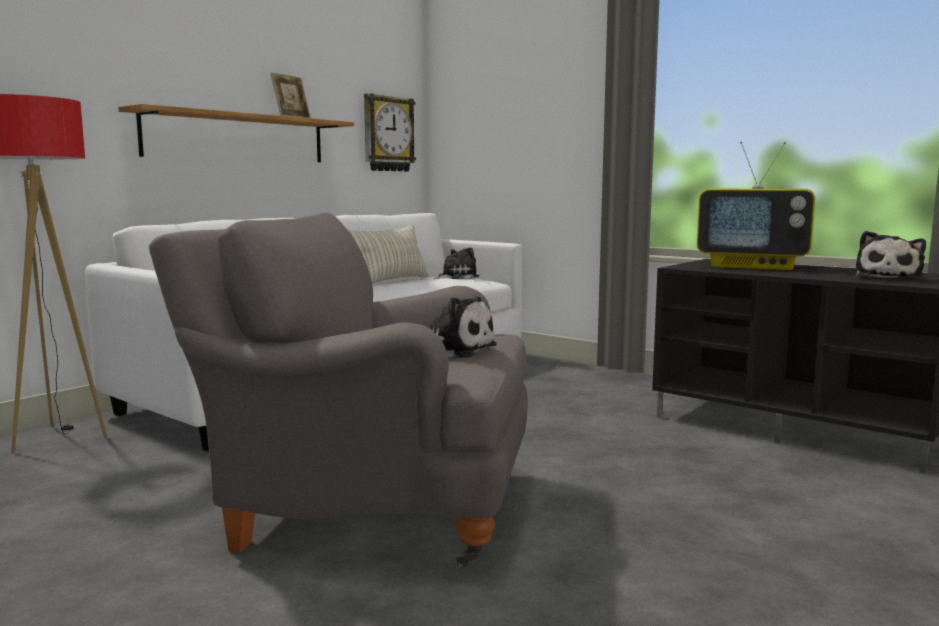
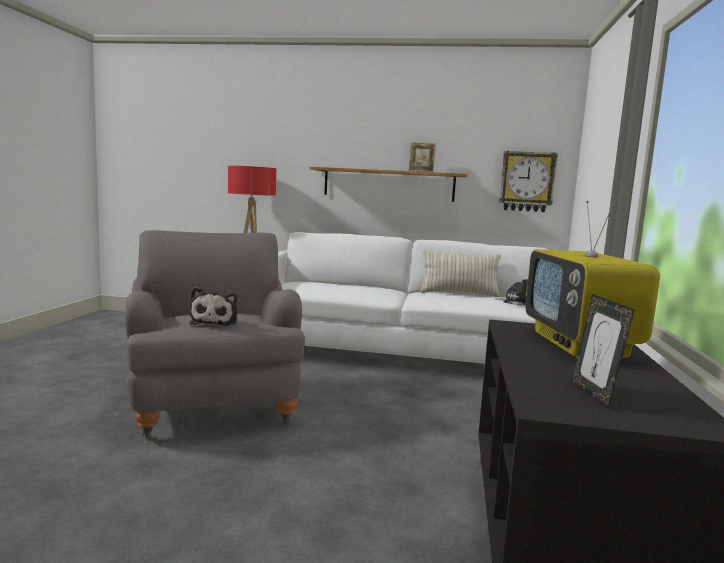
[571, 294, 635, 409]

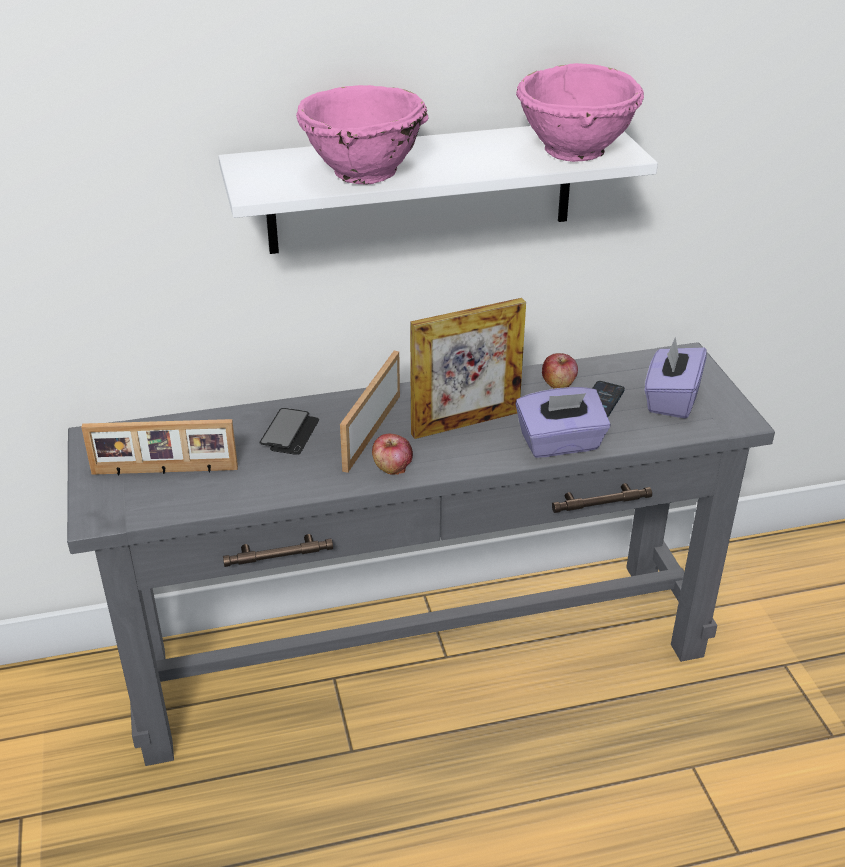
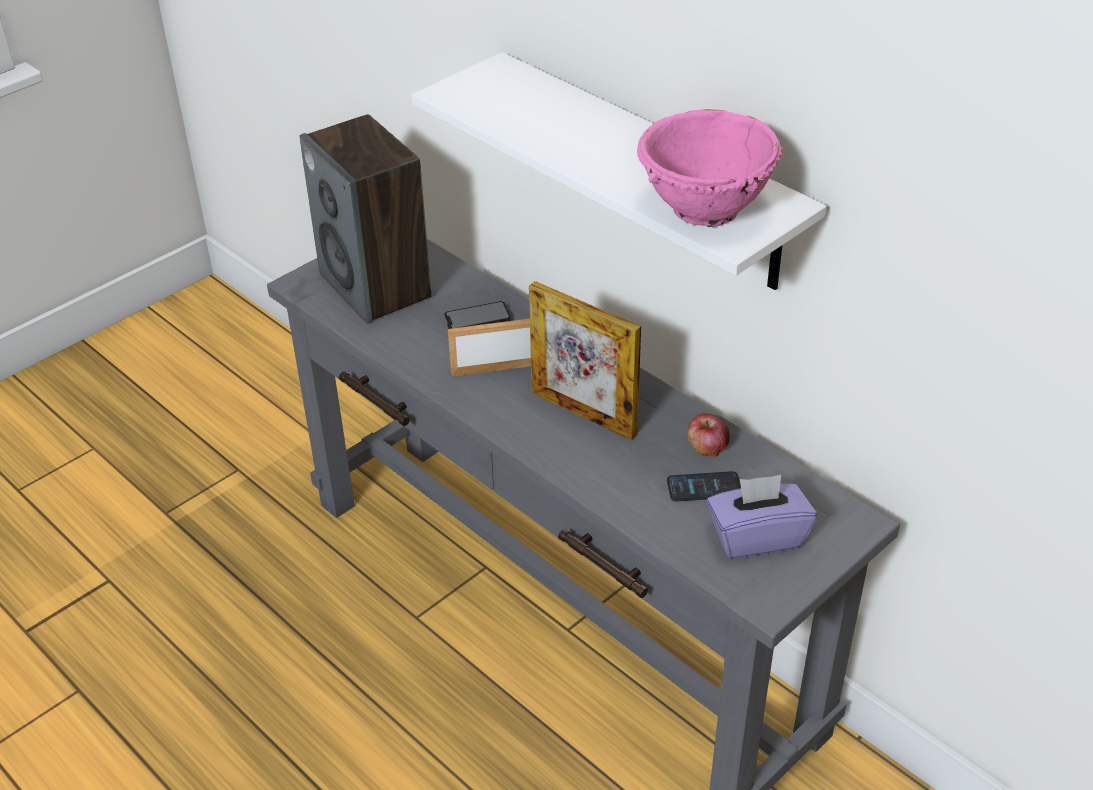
[299, 114, 431, 324]
[296, 85, 429, 184] (first image)
[372, 434, 413, 475] (first image)
[516, 387, 610, 458] (first image)

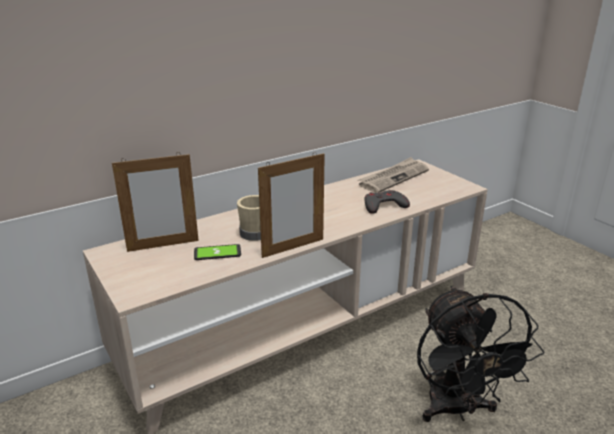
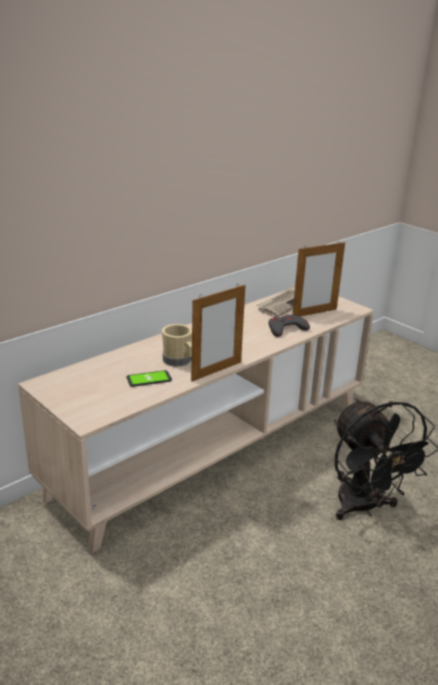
[292, 241, 345, 317]

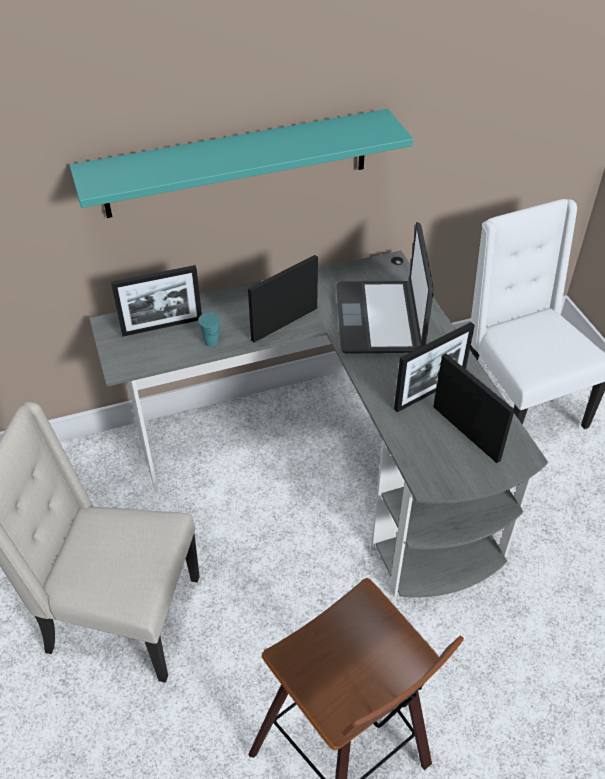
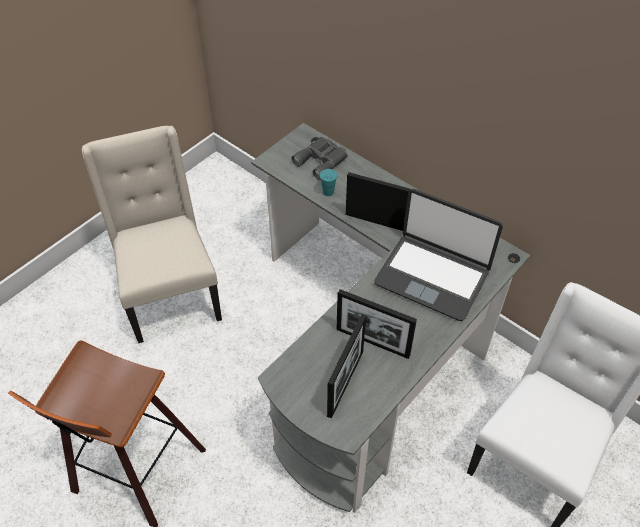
[69, 109, 413, 218] (first image)
[292, 137, 348, 180]
[374, 189, 503, 321]

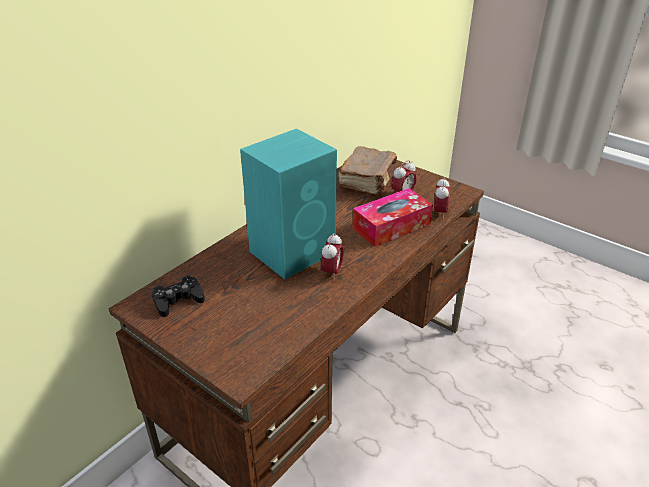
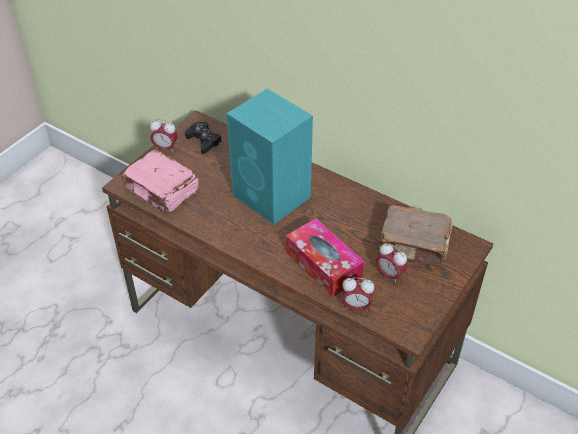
[150, 119, 178, 151]
[121, 150, 199, 215]

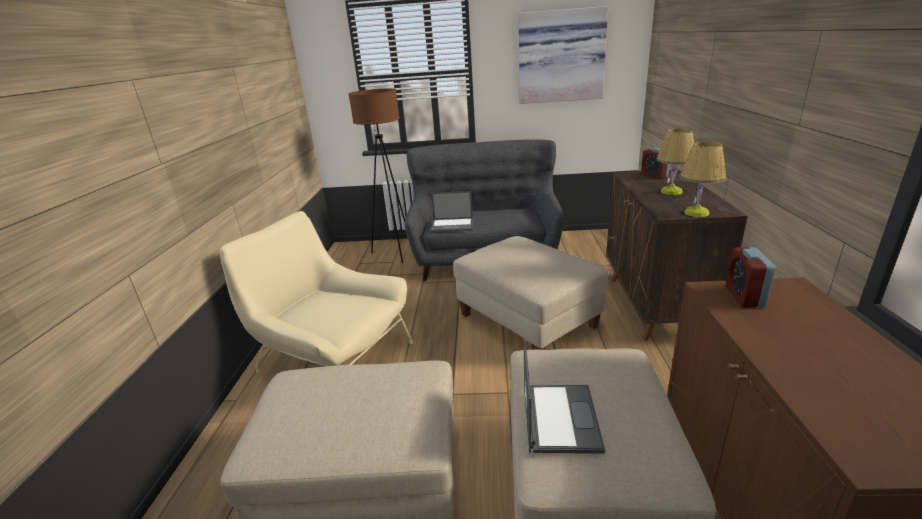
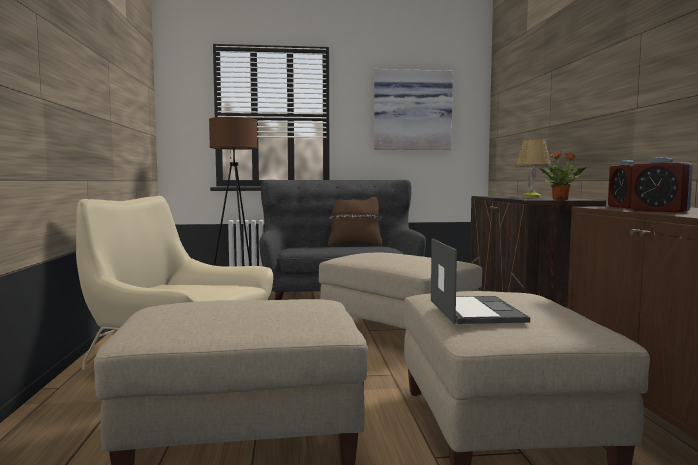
[430, 191, 473, 232] (first image)
[630, 157, 693, 212]
[539, 151, 587, 200]
[327, 197, 382, 246]

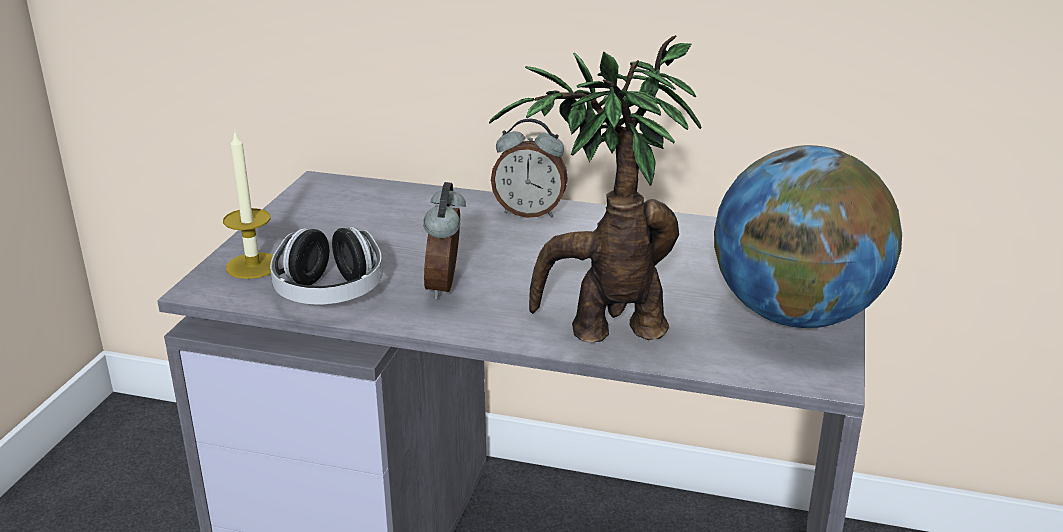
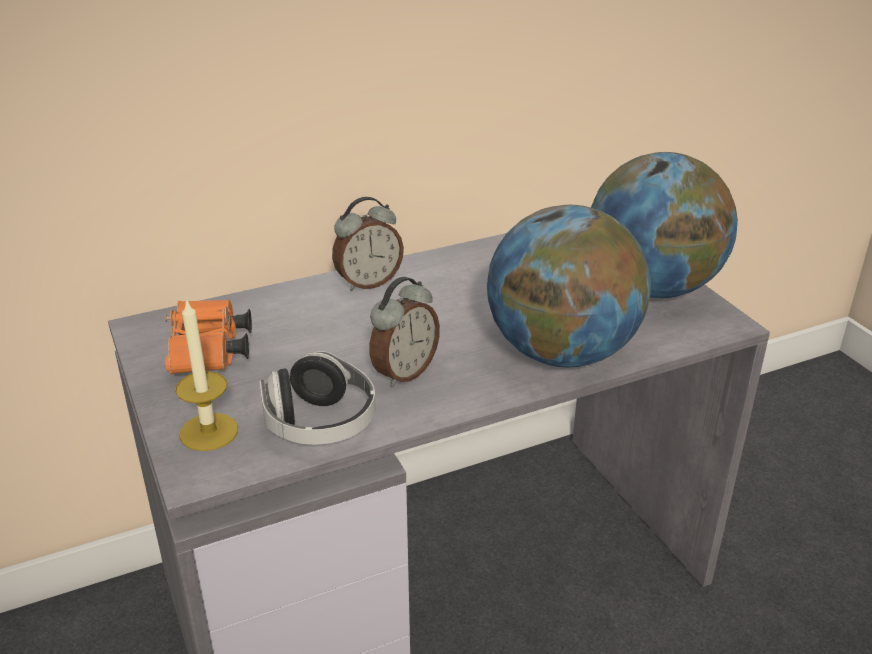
[370, 277, 440, 387]
[487, 205, 651, 367]
[165, 300, 252, 374]

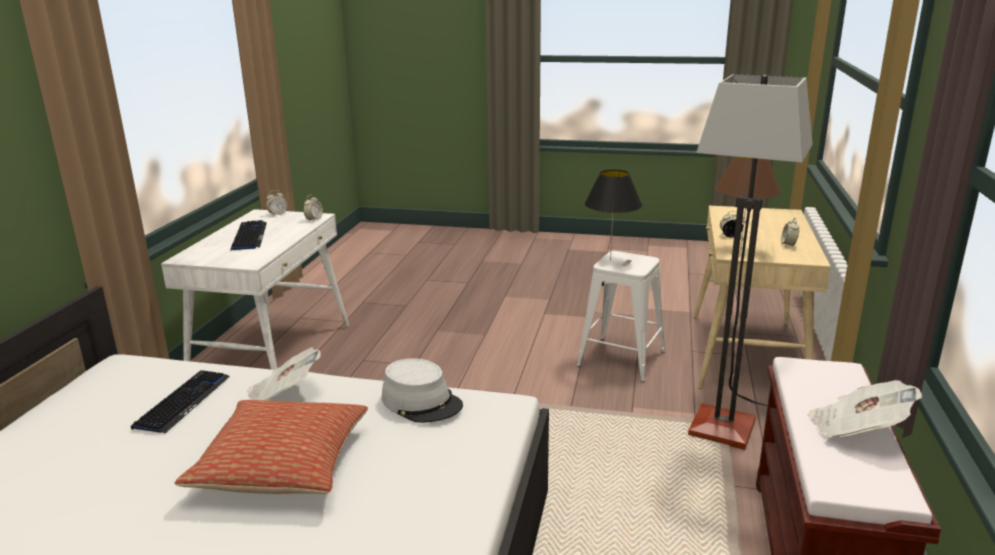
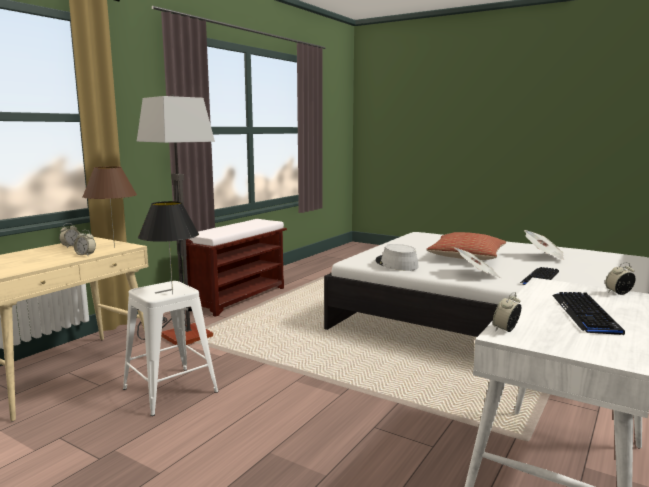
[605, 262, 636, 295]
[524, 230, 564, 260]

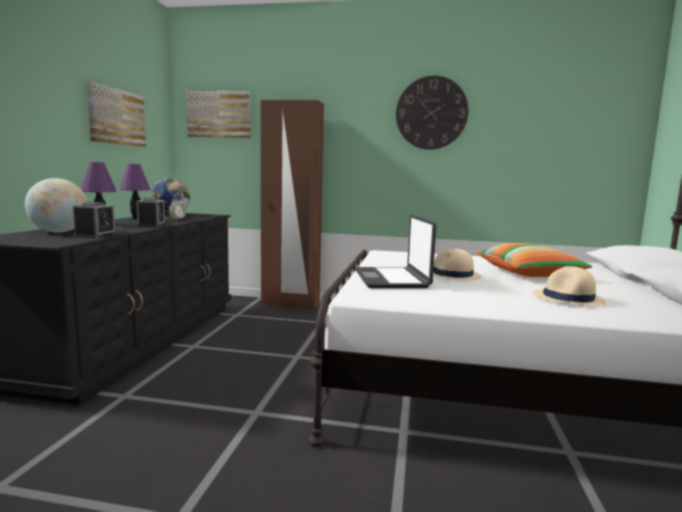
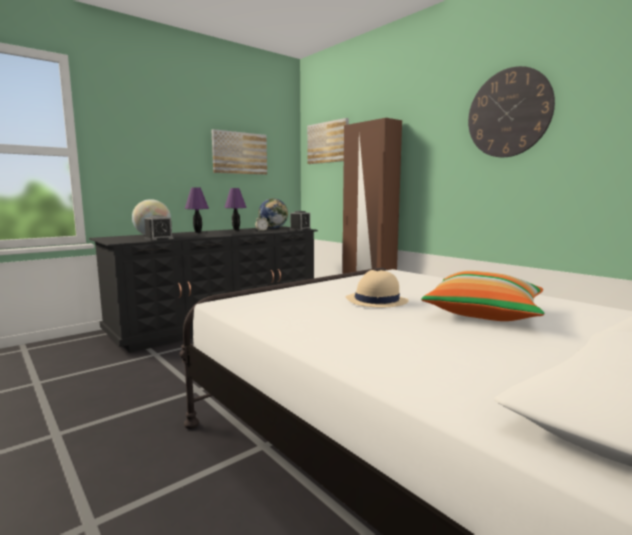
[290, 211, 311, 231]
[355, 215, 436, 288] (first image)
[533, 266, 606, 306] (first image)

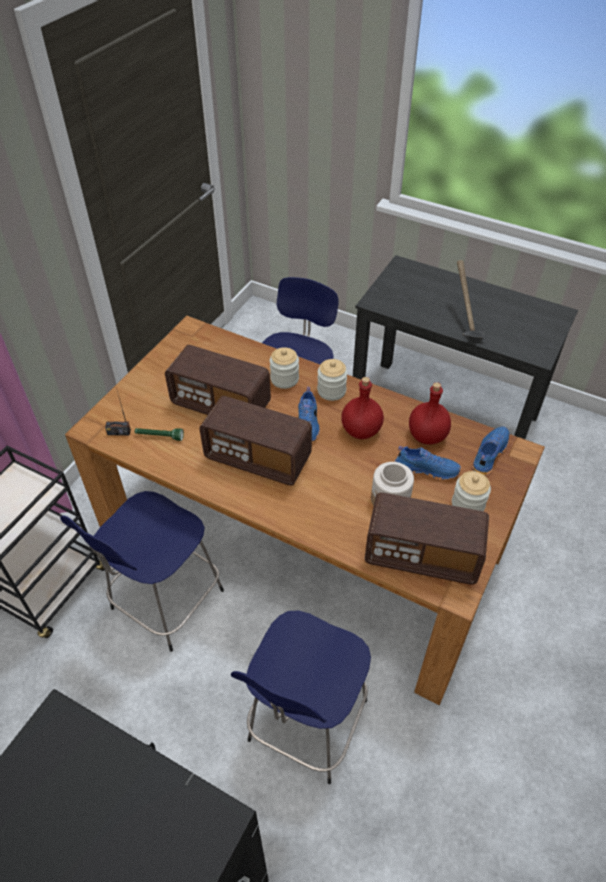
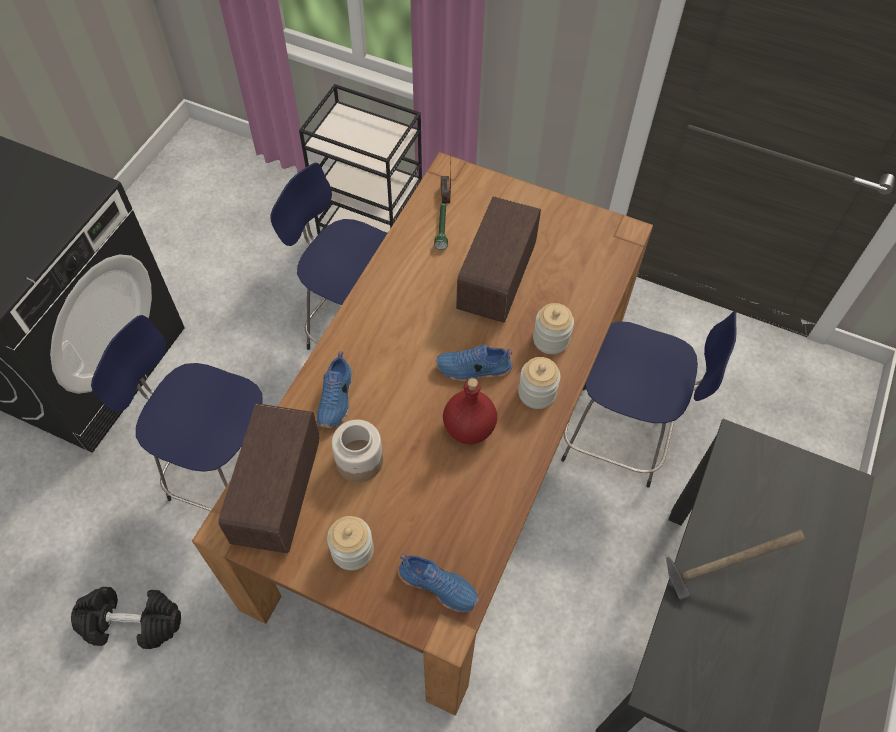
[199, 396, 312, 486] (first image)
[317, 351, 352, 428]
[409, 382, 451, 444] (first image)
[71, 587, 181, 649]

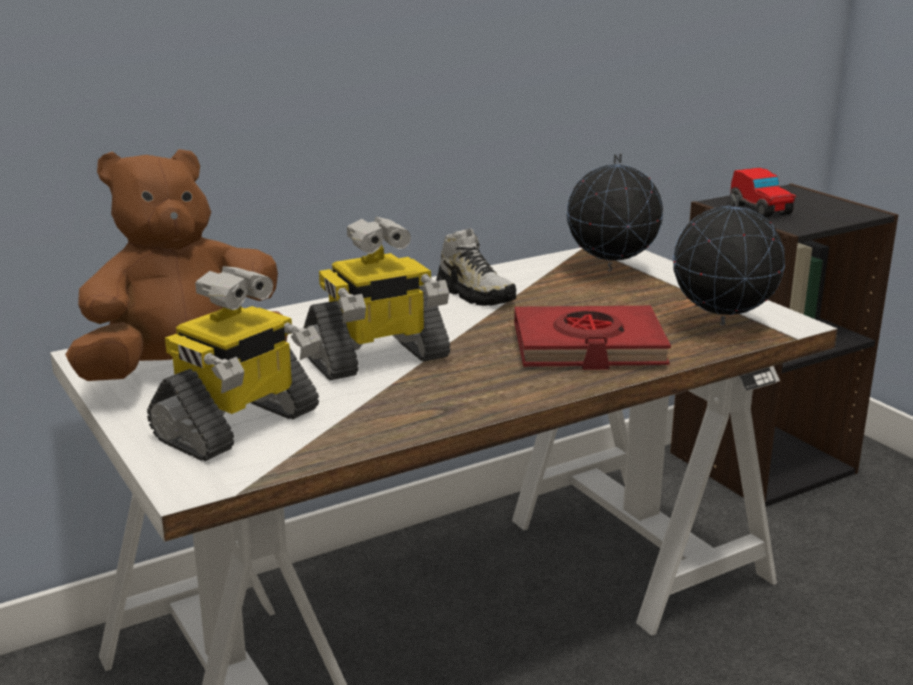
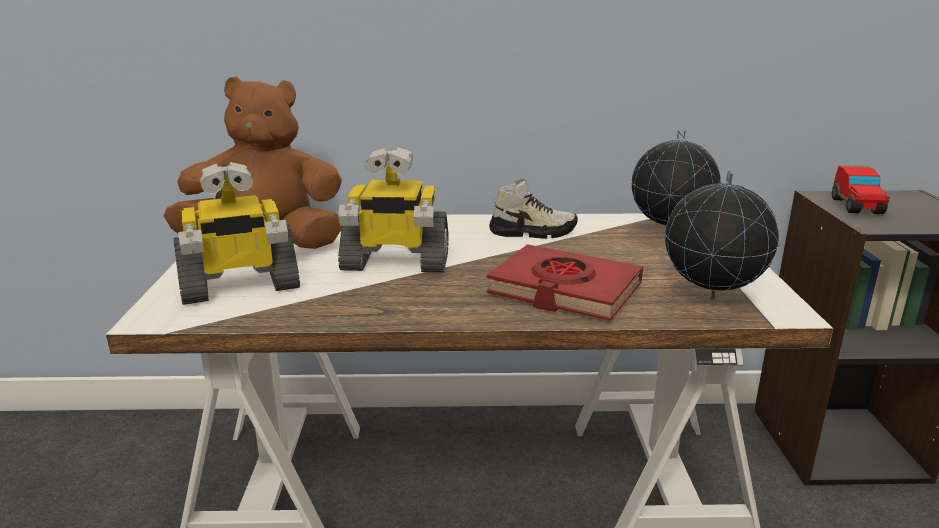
[489, 179, 578, 239]

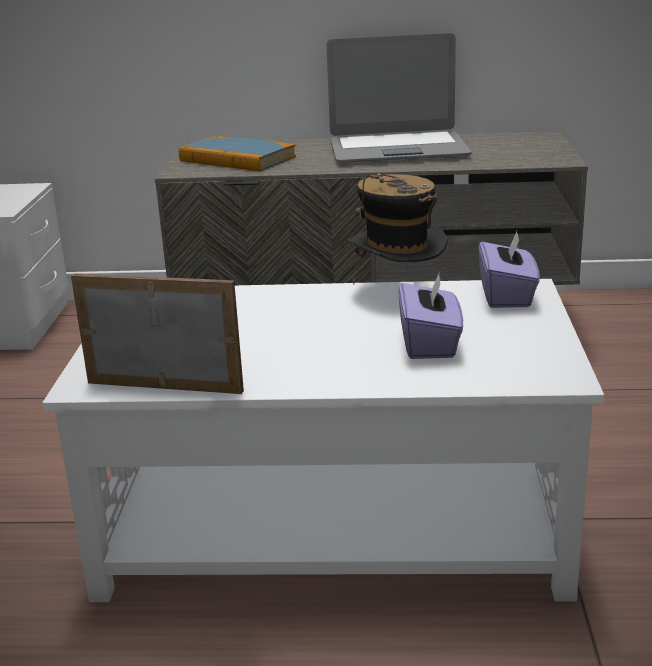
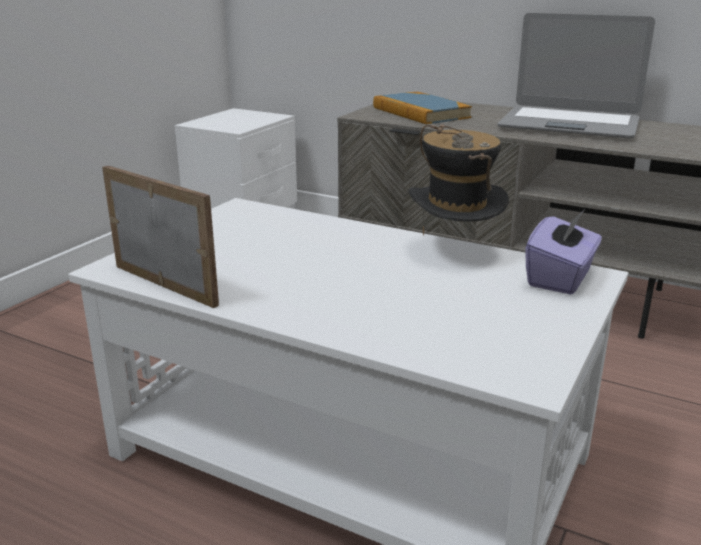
[398, 271, 463, 359] (first image)

